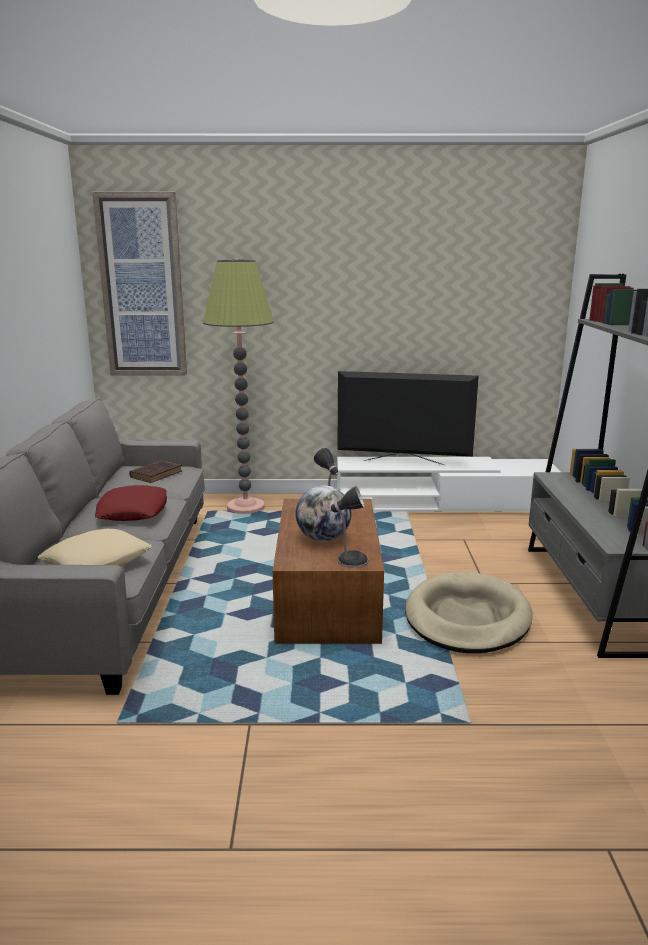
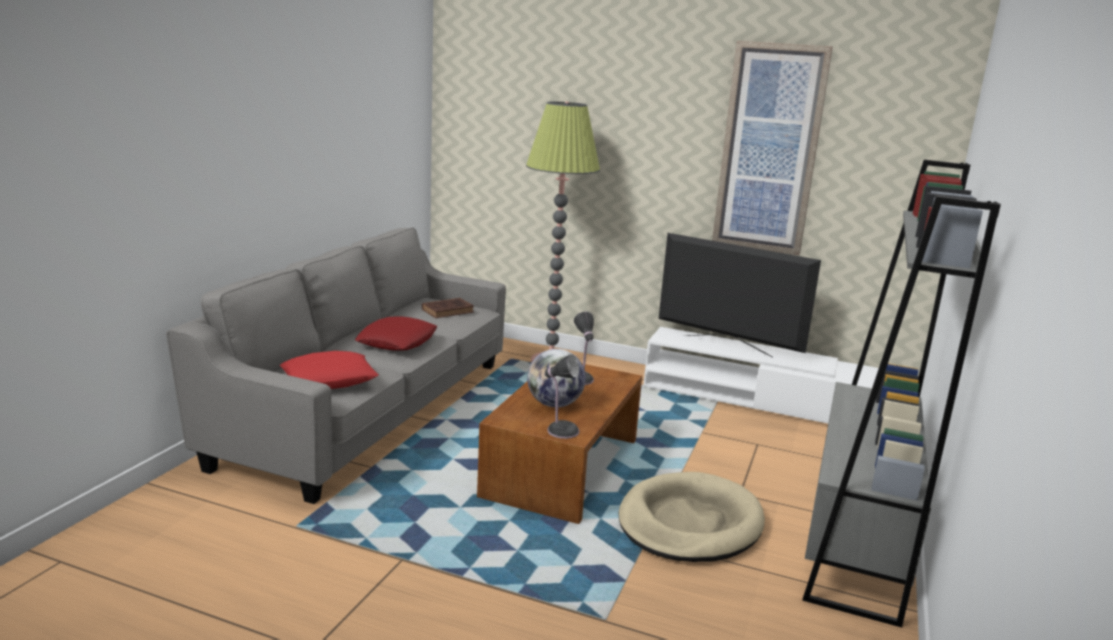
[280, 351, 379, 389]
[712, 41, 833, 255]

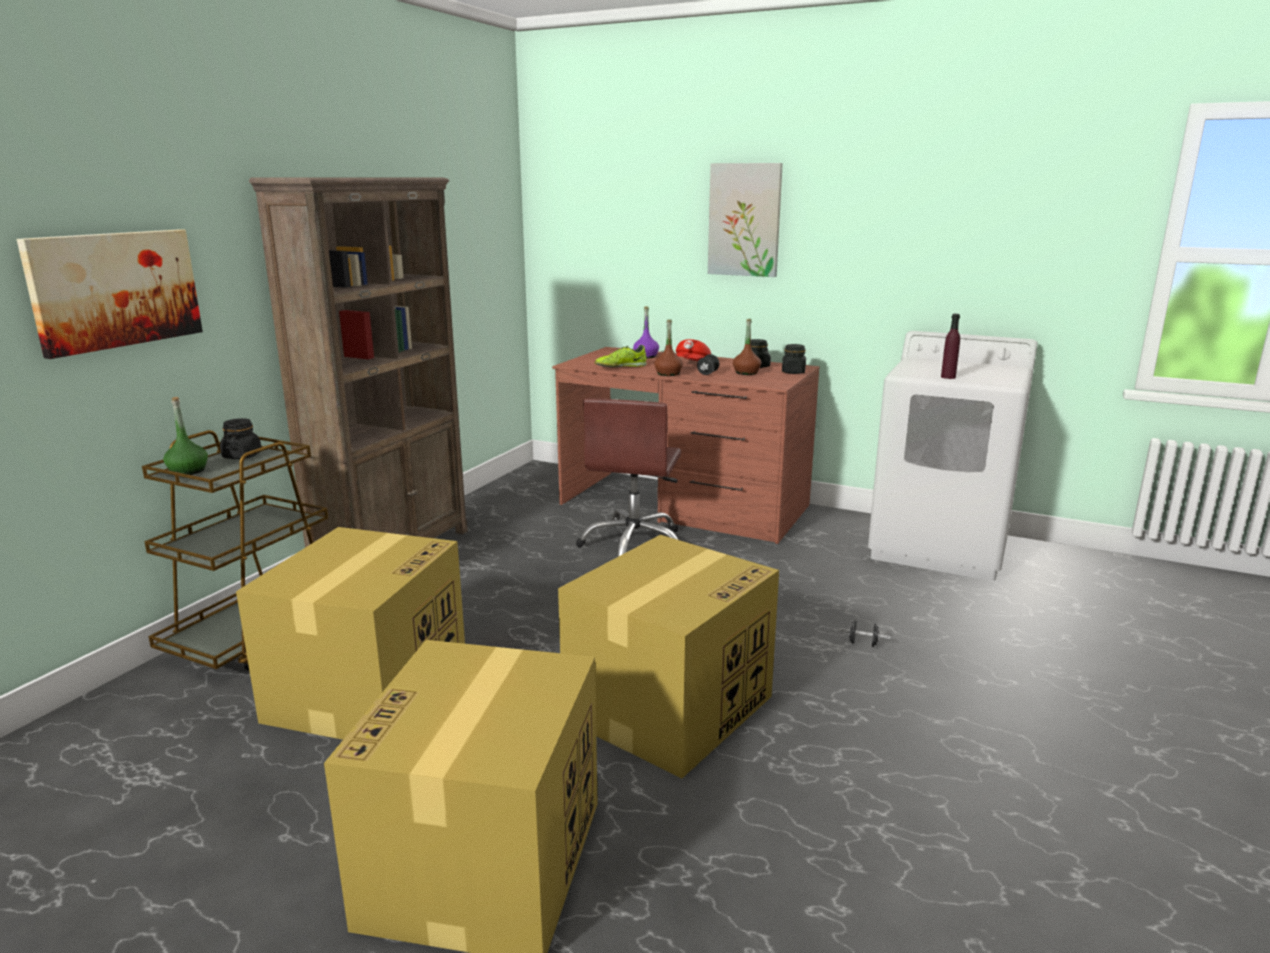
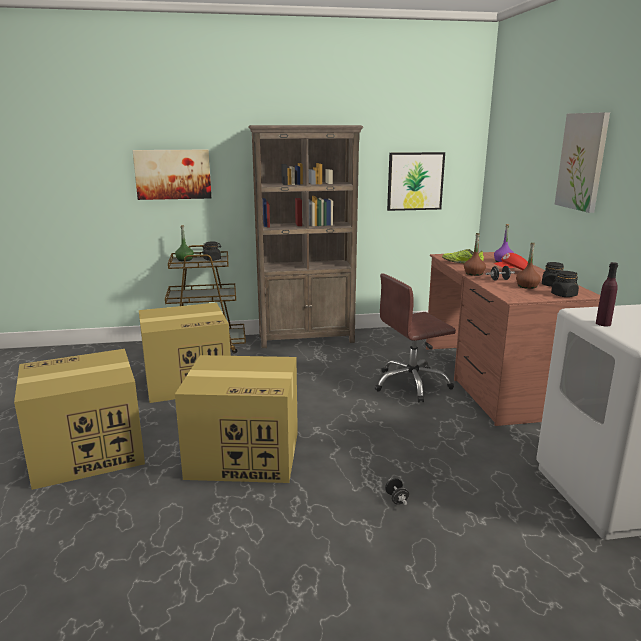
[387, 152, 445, 211]

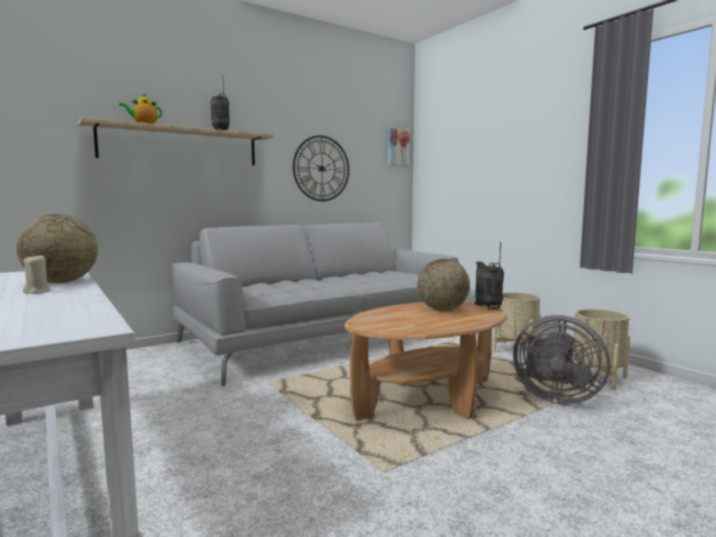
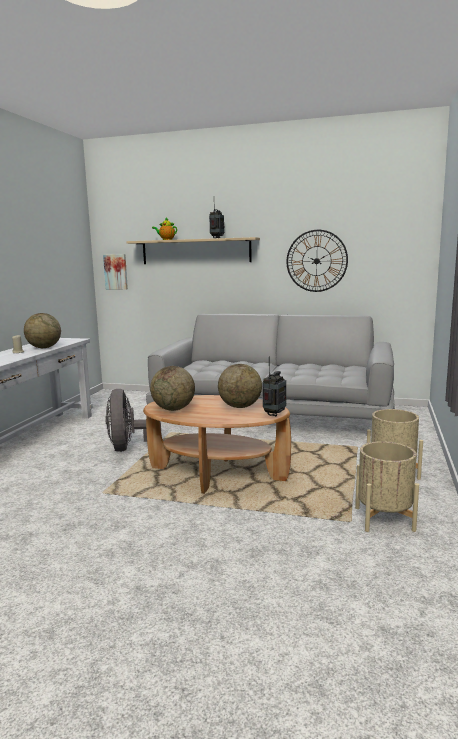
[103, 254, 128, 290]
[105, 389, 161, 452]
[150, 366, 195, 411]

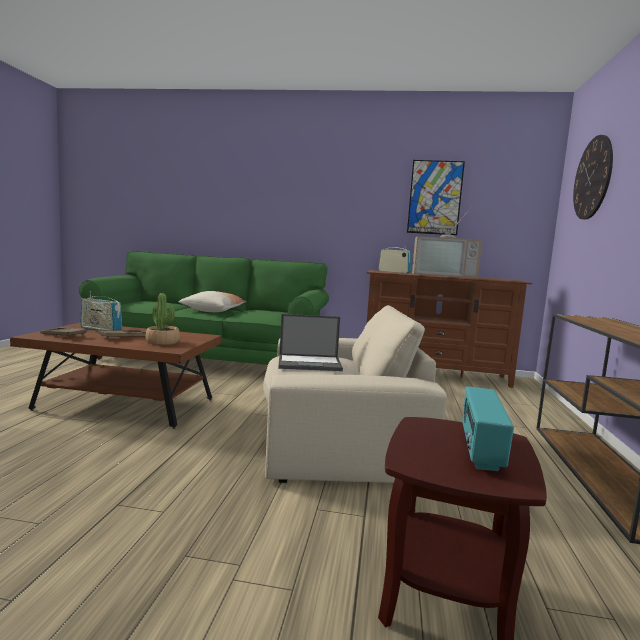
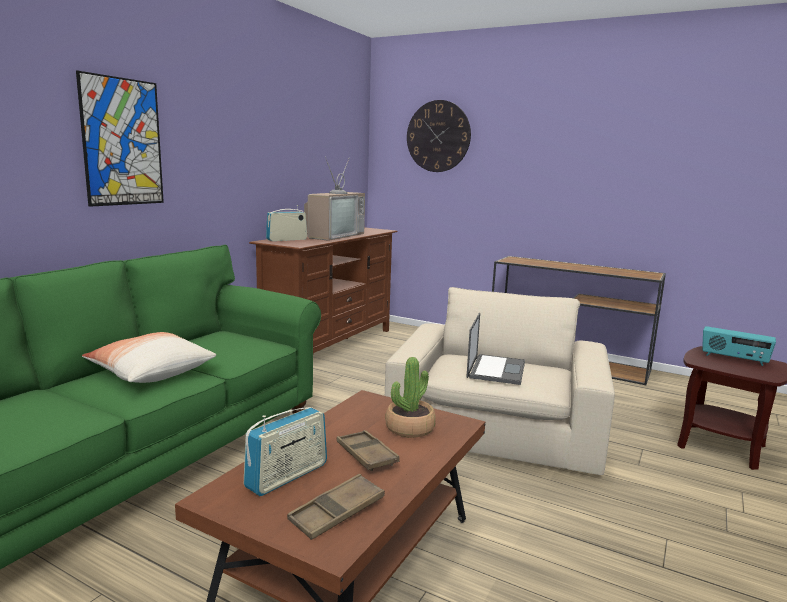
[76, 71, 164, 207]

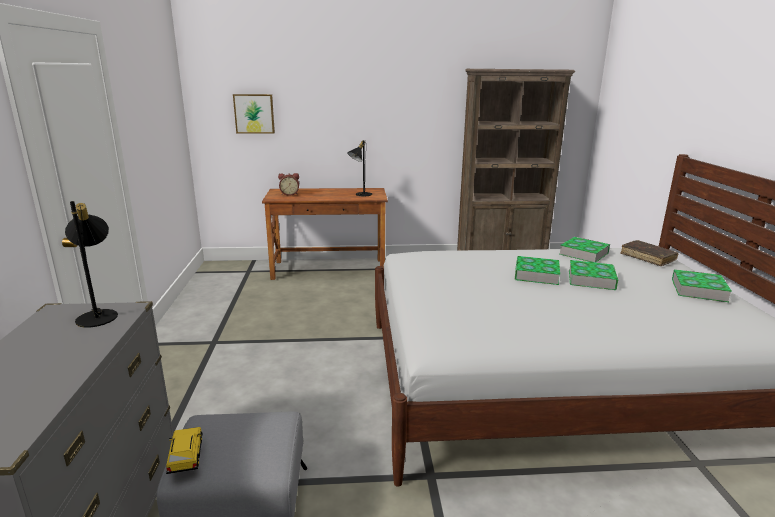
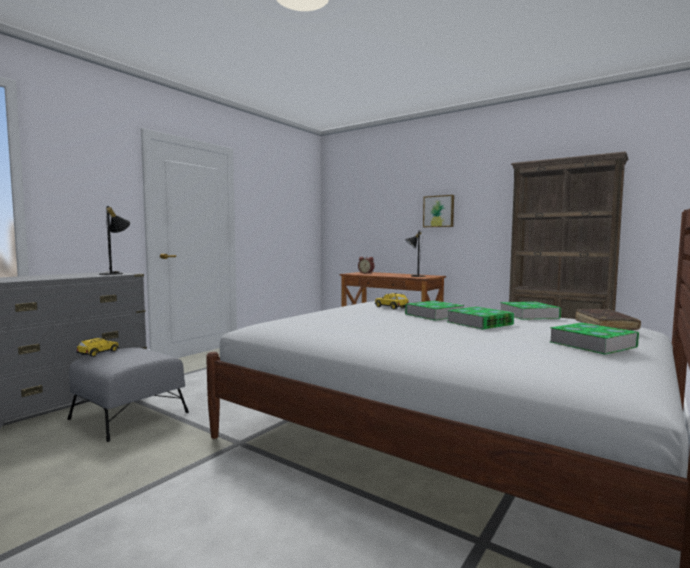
[423, 195, 454, 227]
[375, 293, 408, 310]

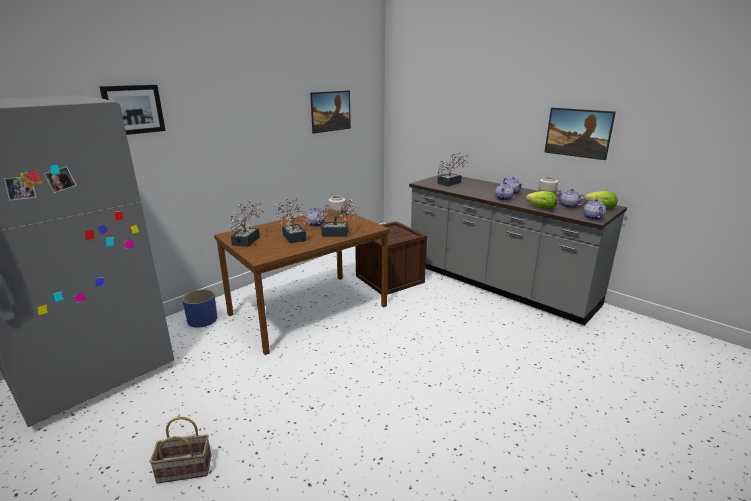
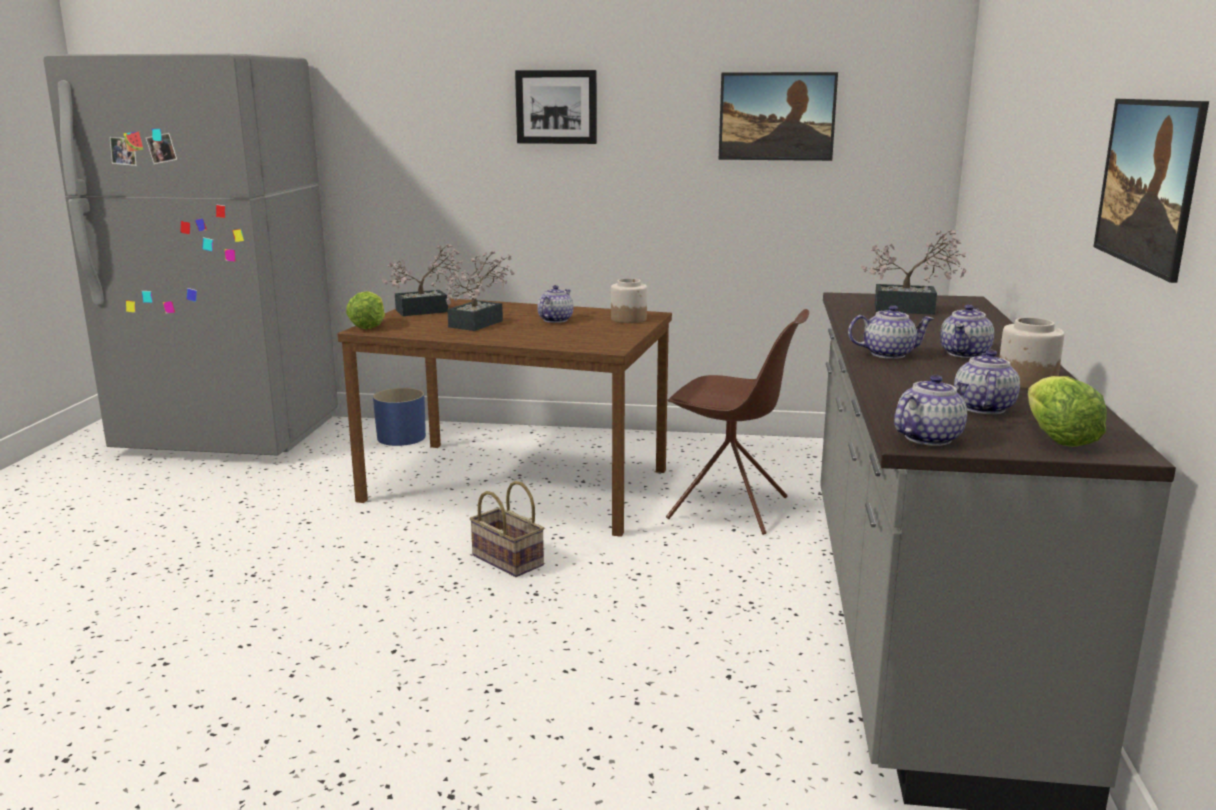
[515, 70, 597, 144]
[470, 481, 544, 577]
[314, 199, 359, 237] (first image)
[666, 309, 809, 535]
[346, 291, 385, 329]

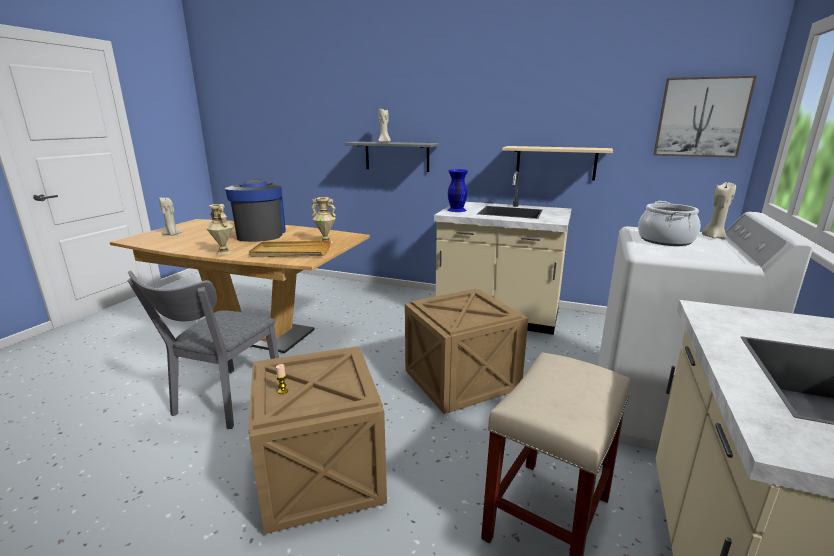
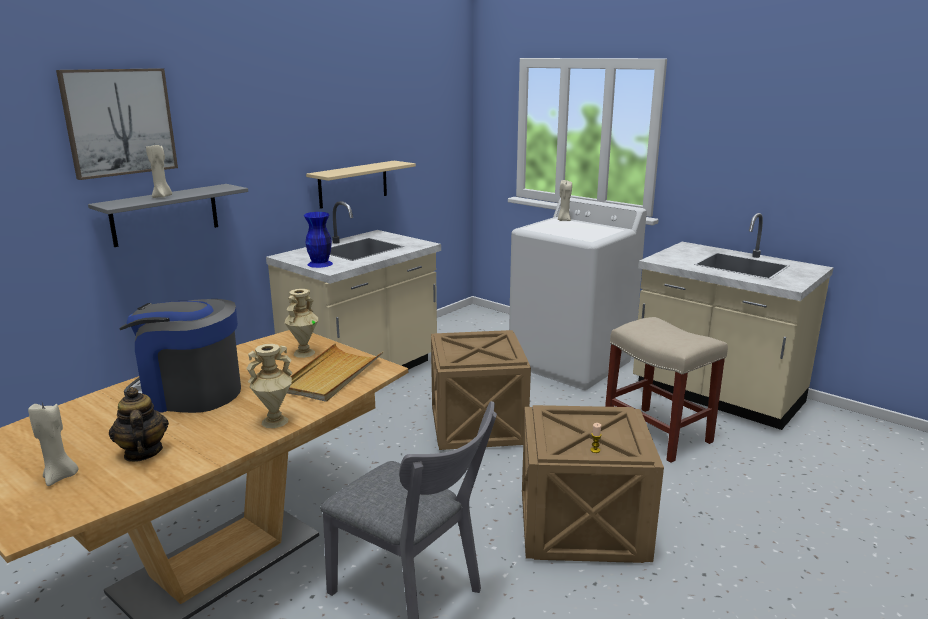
[638, 201, 701, 246] (first image)
[56, 68, 178, 180]
[109, 387, 169, 462]

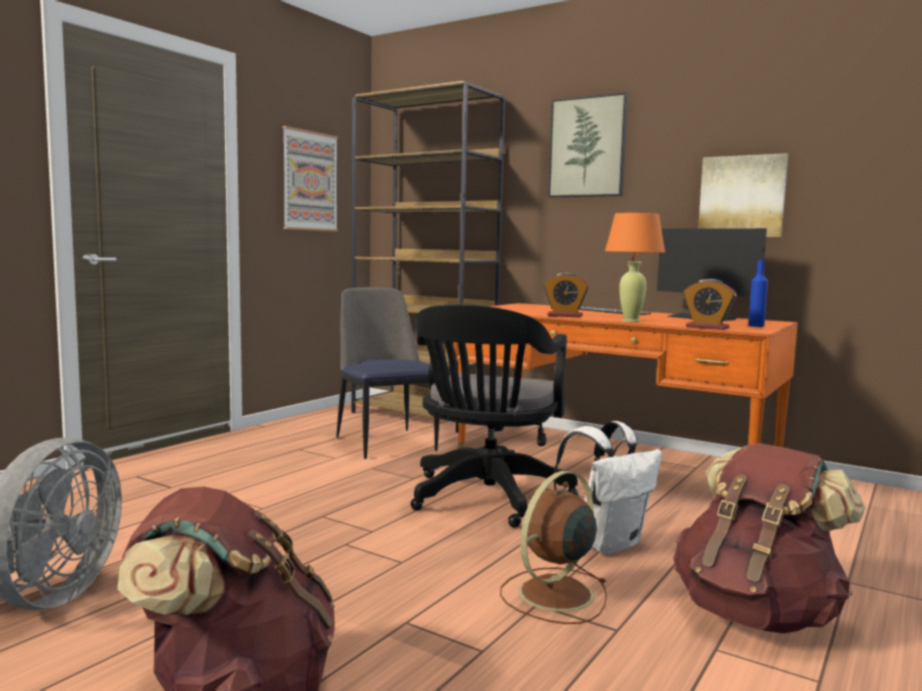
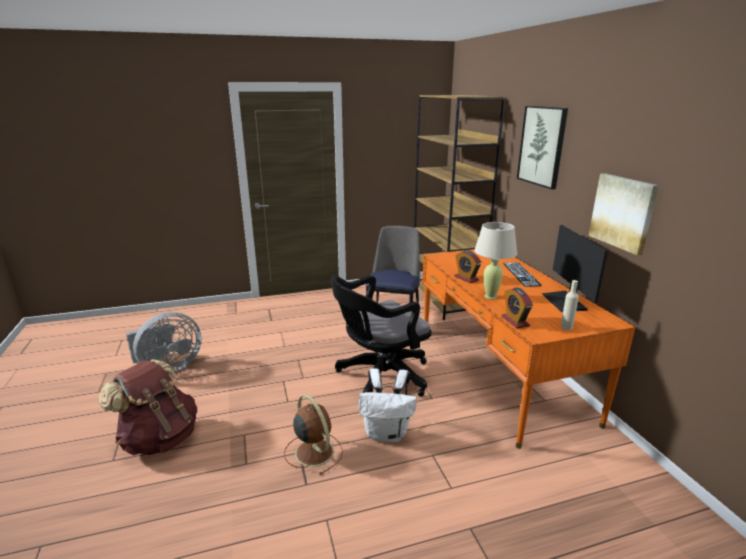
[282, 126, 338, 231] (first image)
[284, 394, 343, 475]
[474, 222, 517, 299]
[673, 443, 865, 634] (first image)
[561, 280, 579, 330]

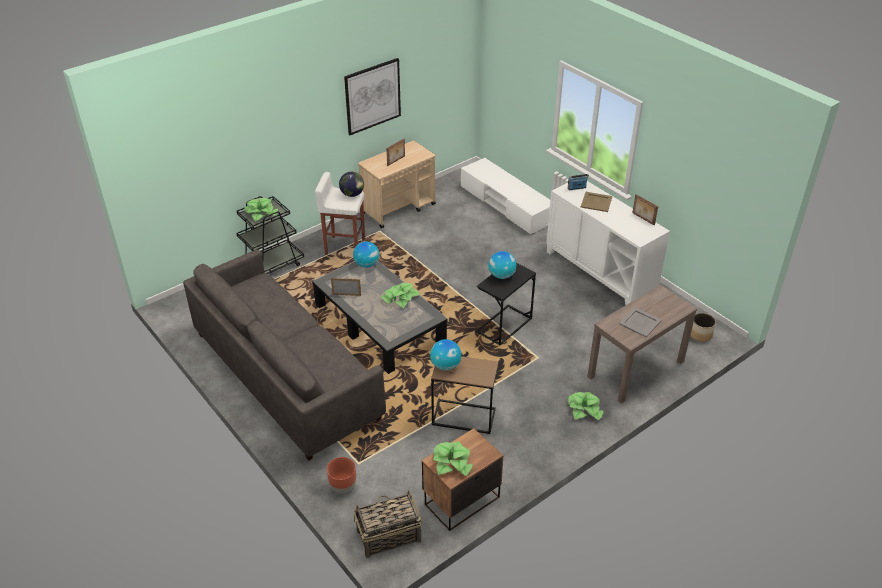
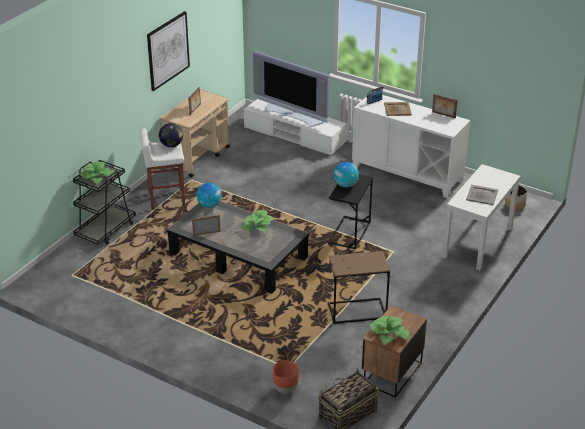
[183, 250, 386, 461] (first image)
[430, 339, 461, 371] (first image)
[568, 392, 604, 420] (first image)
[442, 164, 521, 270]
[253, 51, 329, 127]

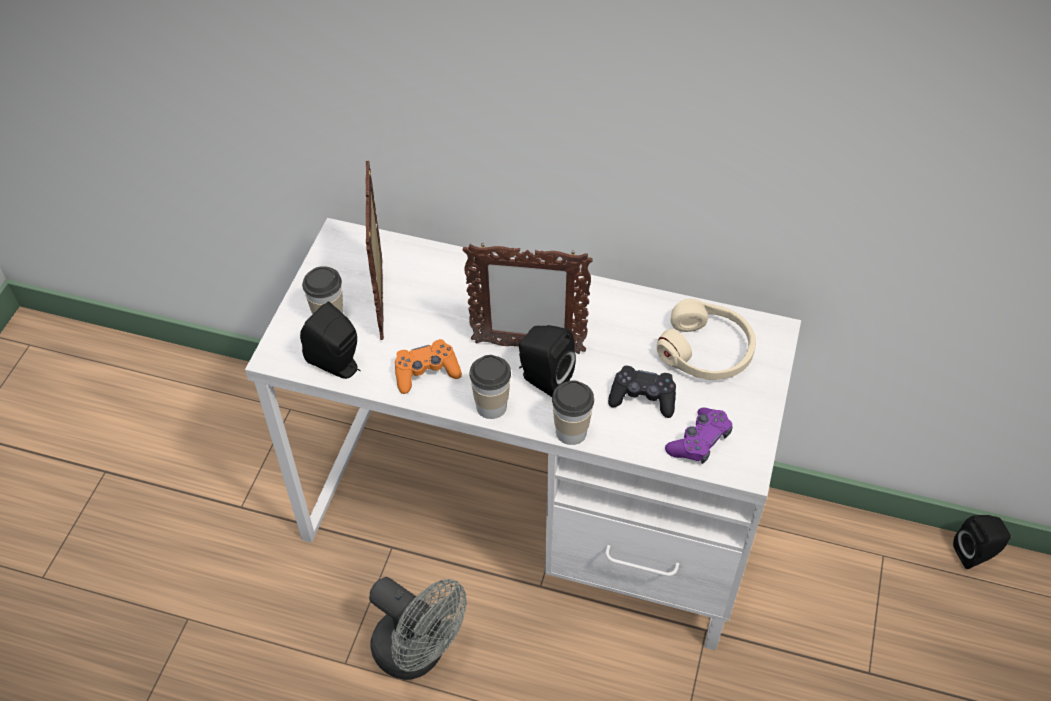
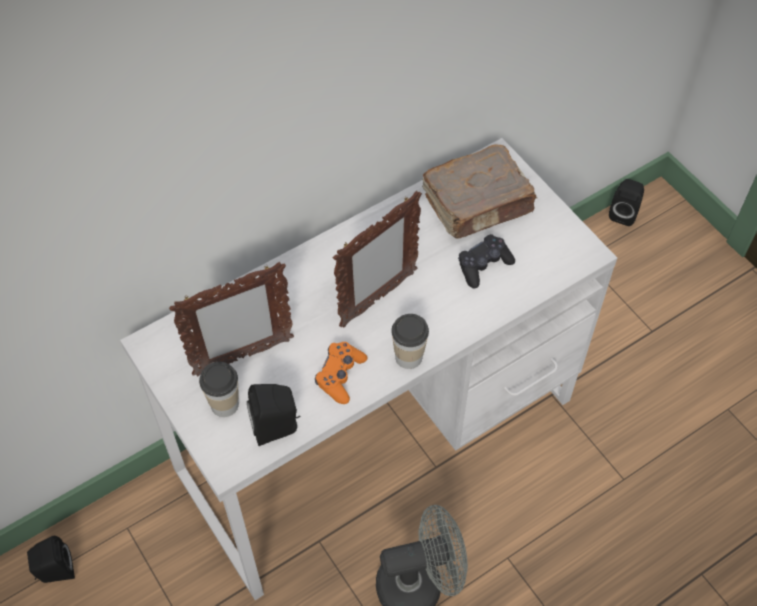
[169, 262, 294, 377]
[27, 536, 75, 583]
[552, 380, 594, 445] (first image)
[422, 145, 537, 239]
[665, 408, 733, 464] (first image)

